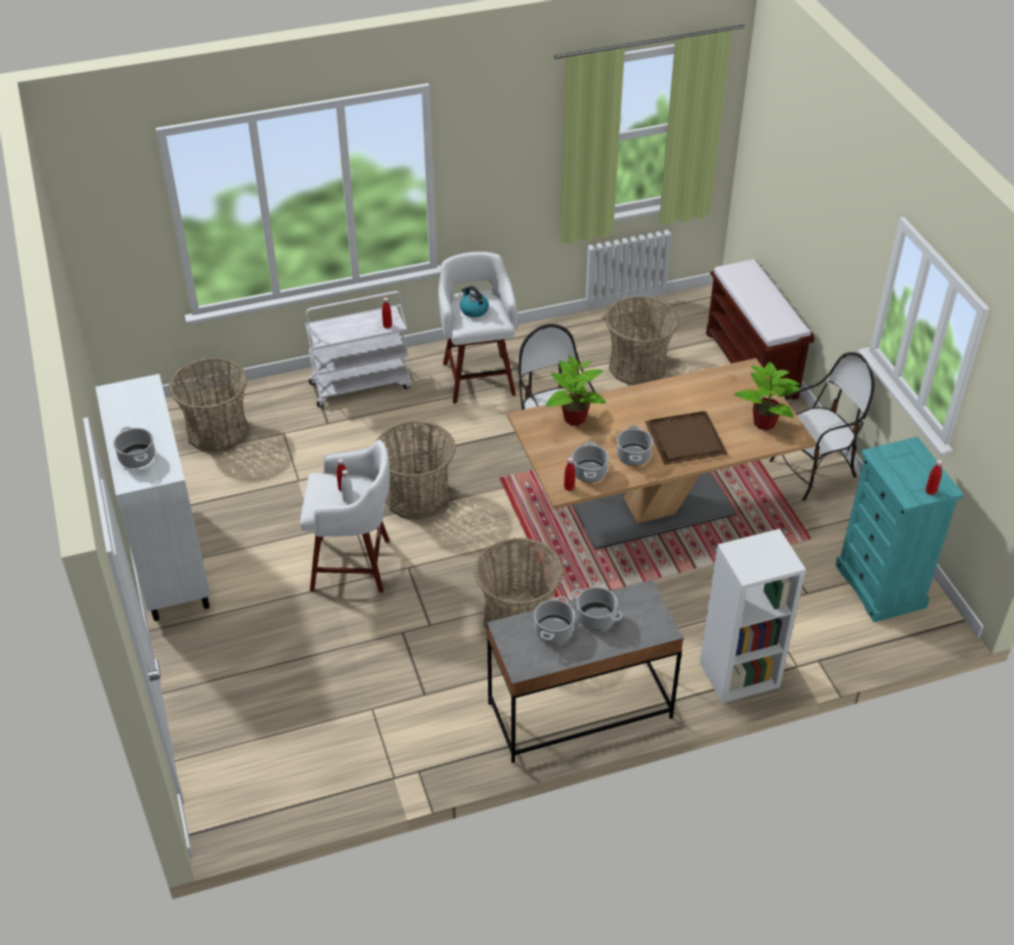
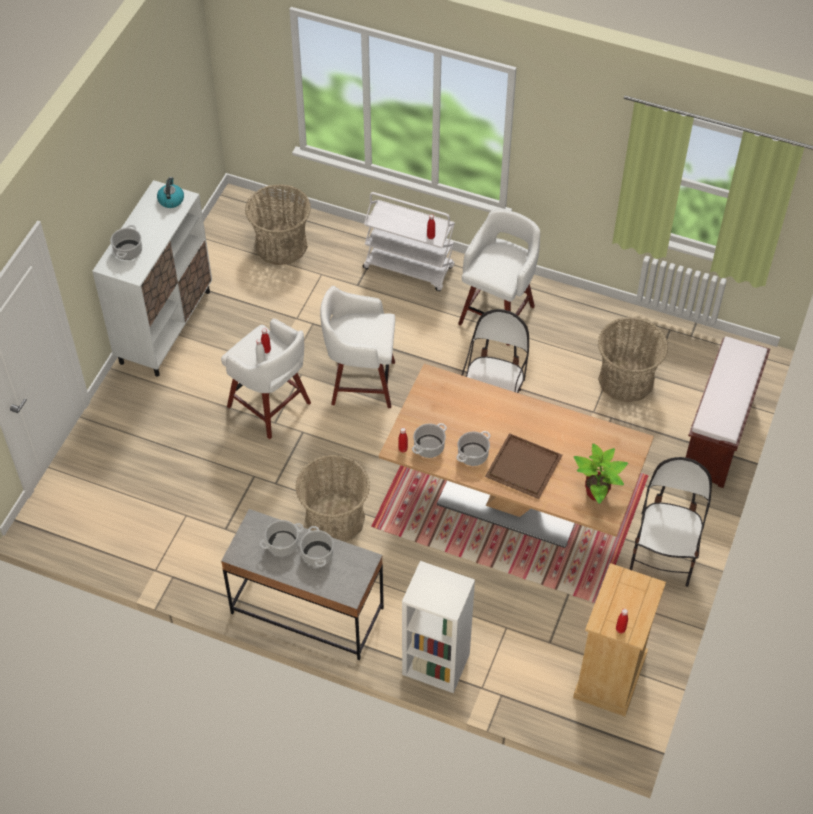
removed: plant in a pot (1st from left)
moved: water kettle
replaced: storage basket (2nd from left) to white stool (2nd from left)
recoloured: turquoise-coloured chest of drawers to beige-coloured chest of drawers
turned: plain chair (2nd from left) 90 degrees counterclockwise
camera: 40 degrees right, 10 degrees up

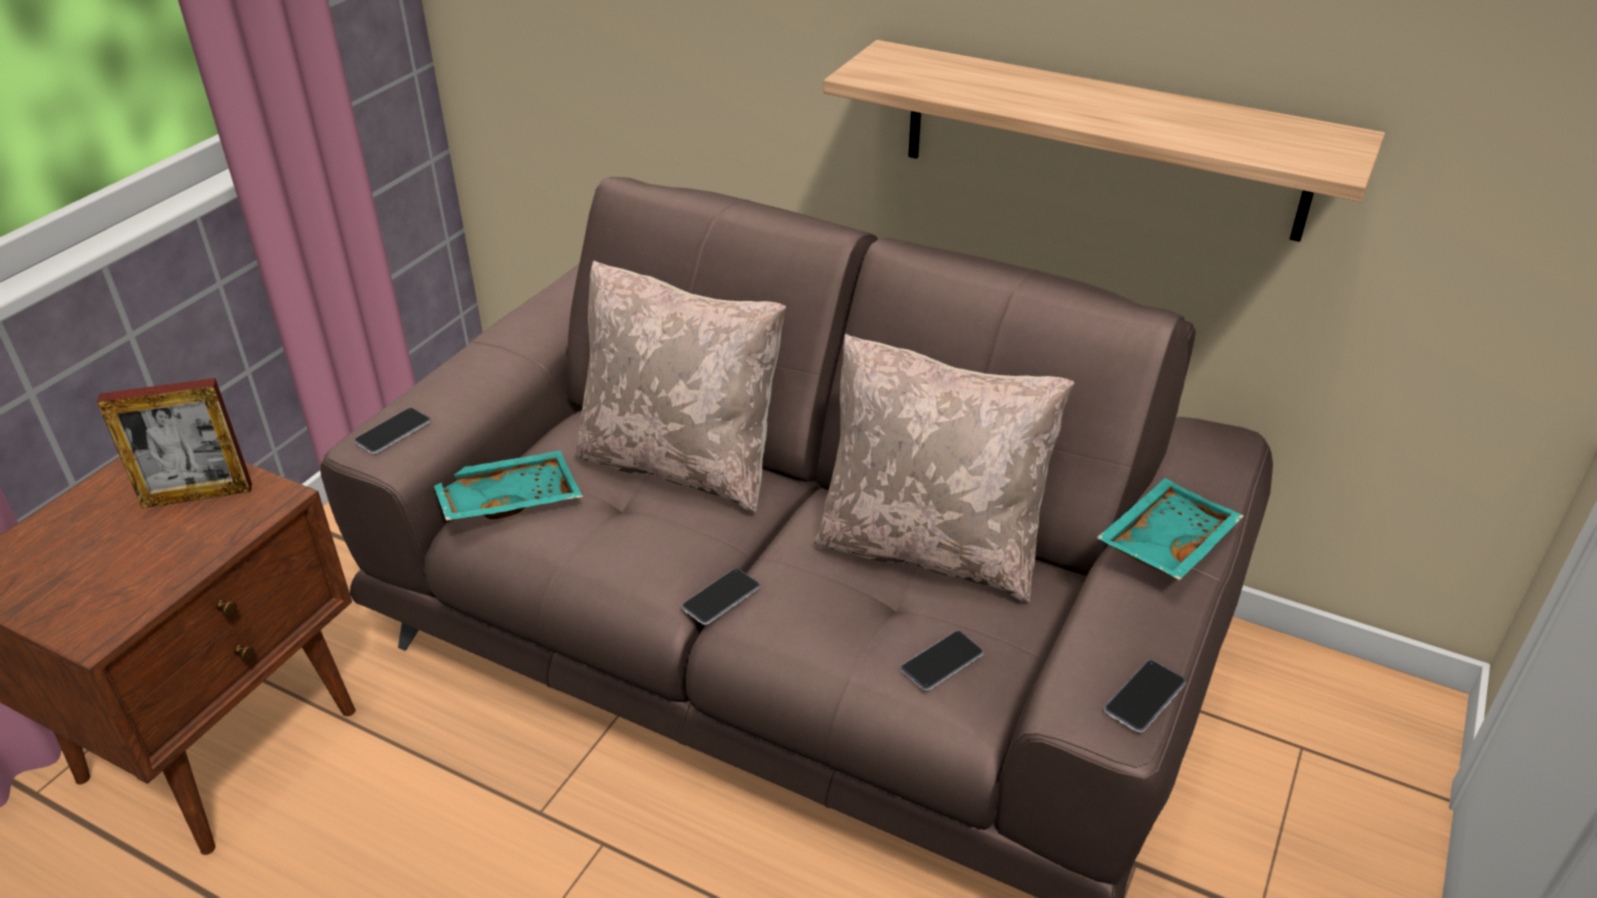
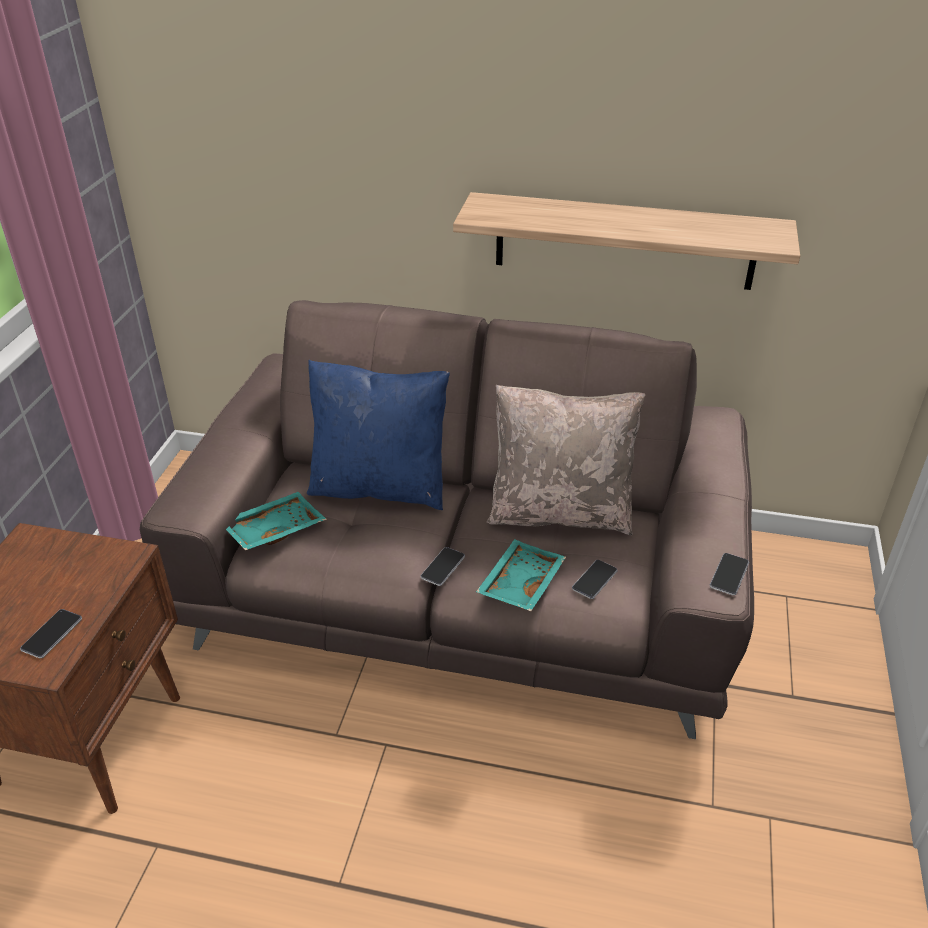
removed: standing frame
moved: telephone (1st from left); turquoise-coloured carrying tray (2nd from left)
recoloured: beige-coloured pillow (1st from left) to bluish pillow
camera: 15 degrees left, 0 degrees up

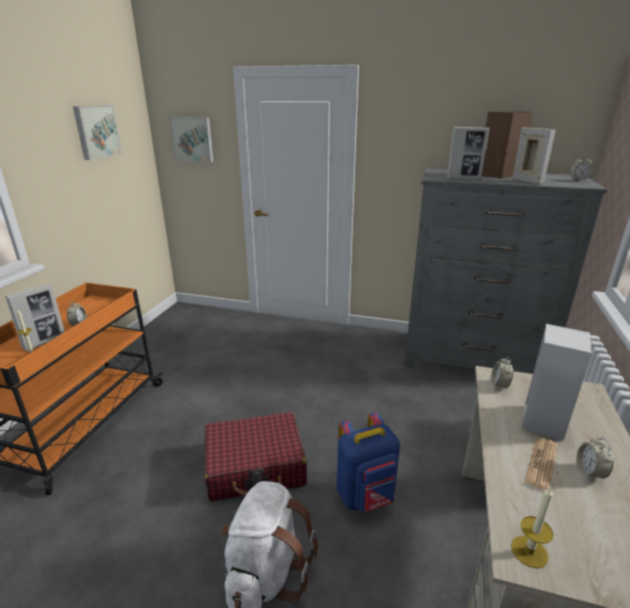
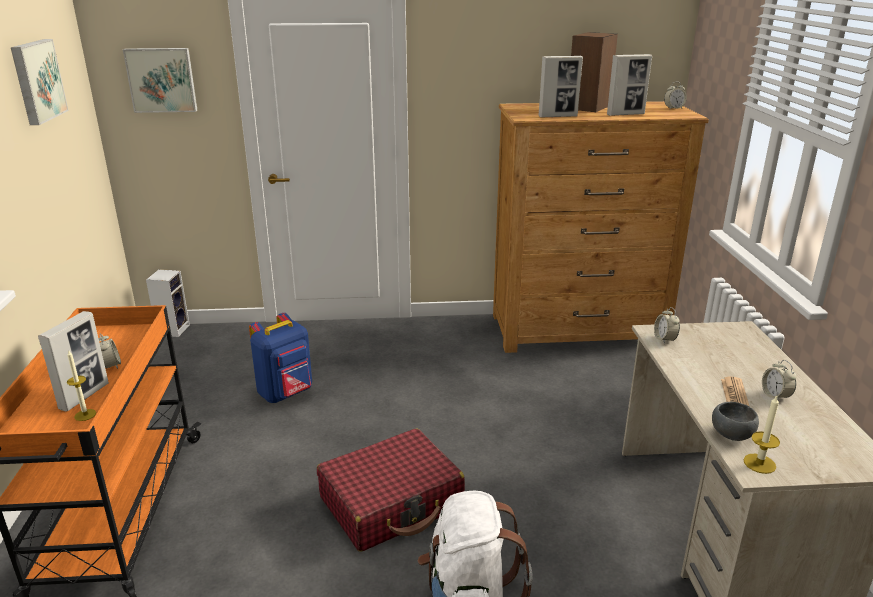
added: grey bowl
moved: bluish backpack; speaker (2nd from left in the first image) to speaker (1st from left)
recoloured: grey chest of drawers to brownish chest of drawers
turned: standing frame (3rd from left) 120 degrees clockwise
camera: 20 degrees left, 0 degrees up

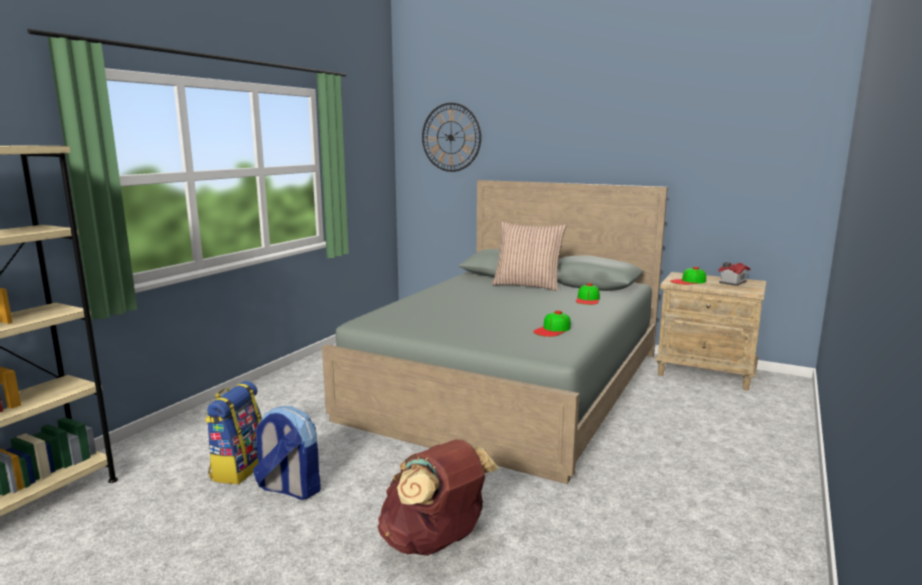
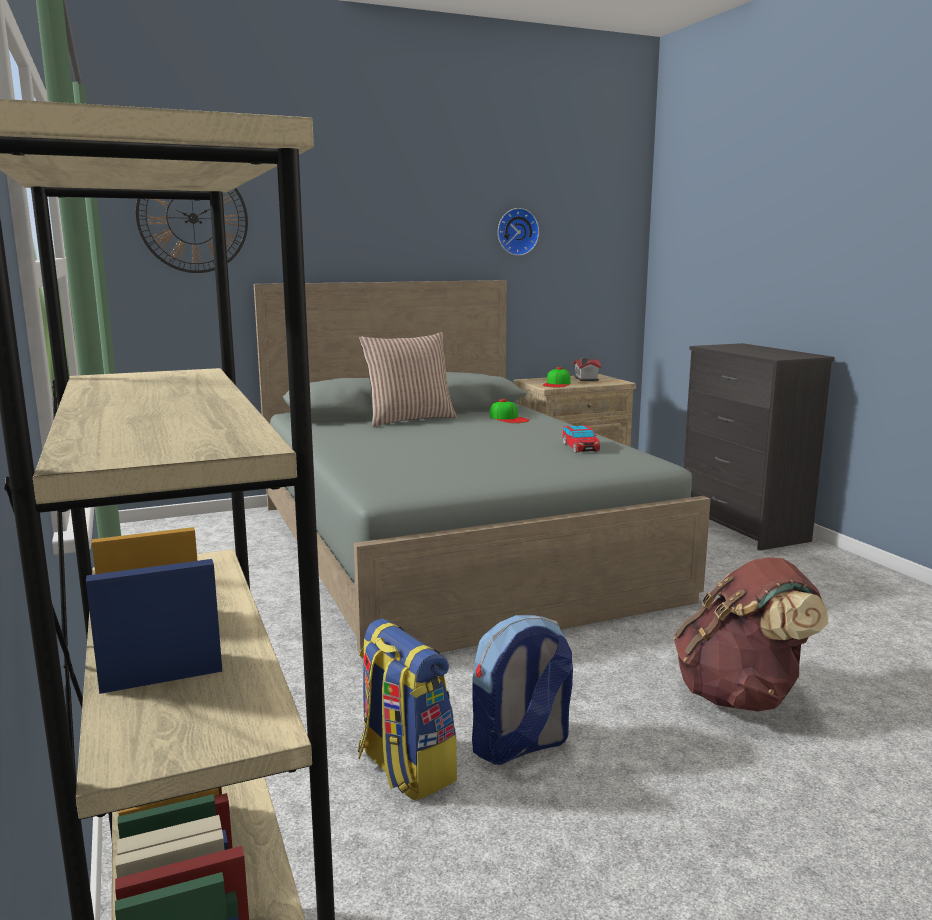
added: hanging clock (2nd from left); black chest of drawers
replaced: cap (1st from left) to toy car
camera: 50 degrees left, 0 degrees up

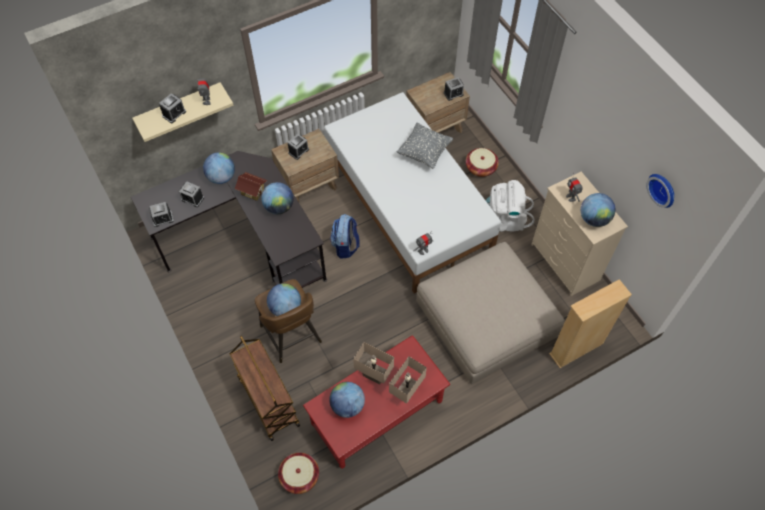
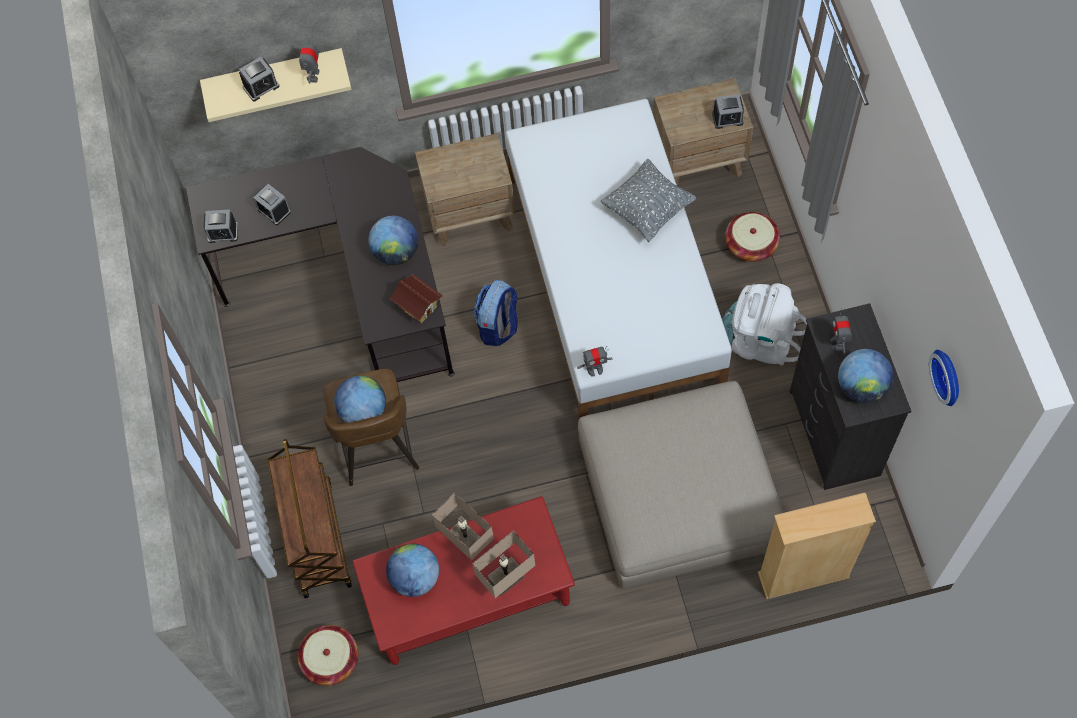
removed: desk globe (1st from left); table clock (4th from left)
moved: miniature house
recoloured: beige-coloured chest of drawers to black chest of drawers
camera: 20 degrees right, 5 degrees up

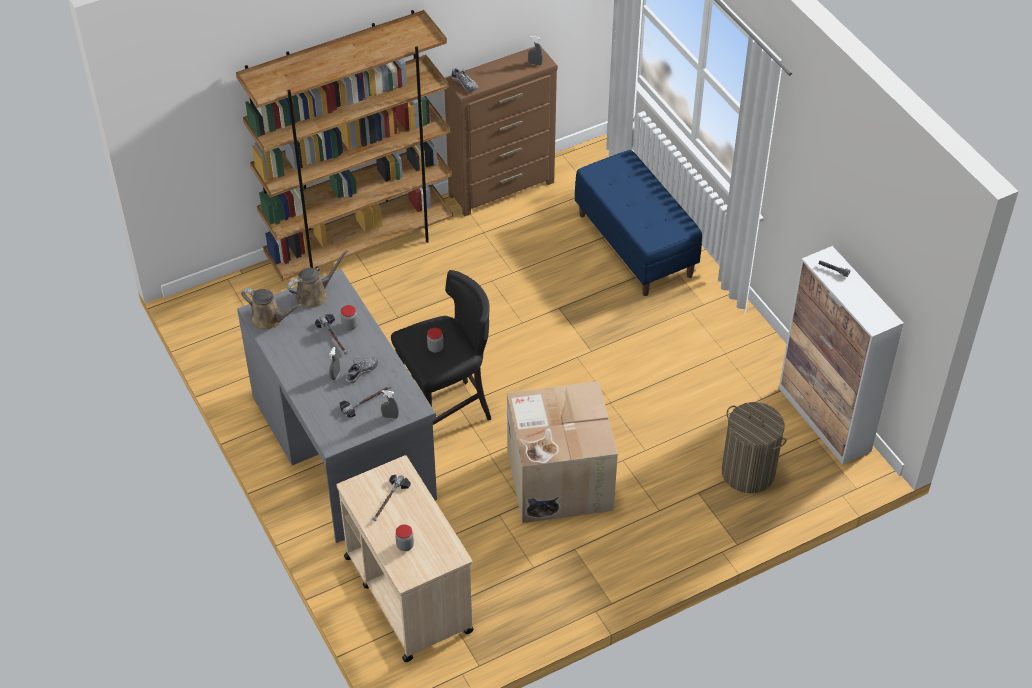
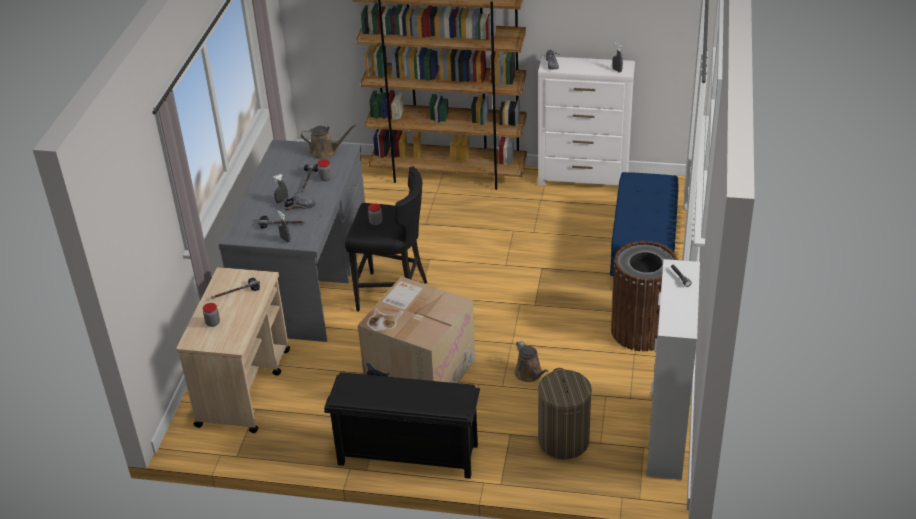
added: black shoe stand; brownish waste bin
moved: brownish watering can (1st from left in the first image) to brownish watering can (2nd from left)
recoloured: brownish chest of drawers to white chest of drawers
camera: 40 degrees right, 10 degrees down

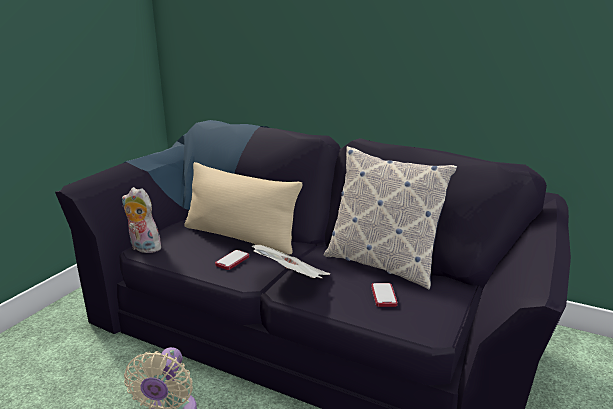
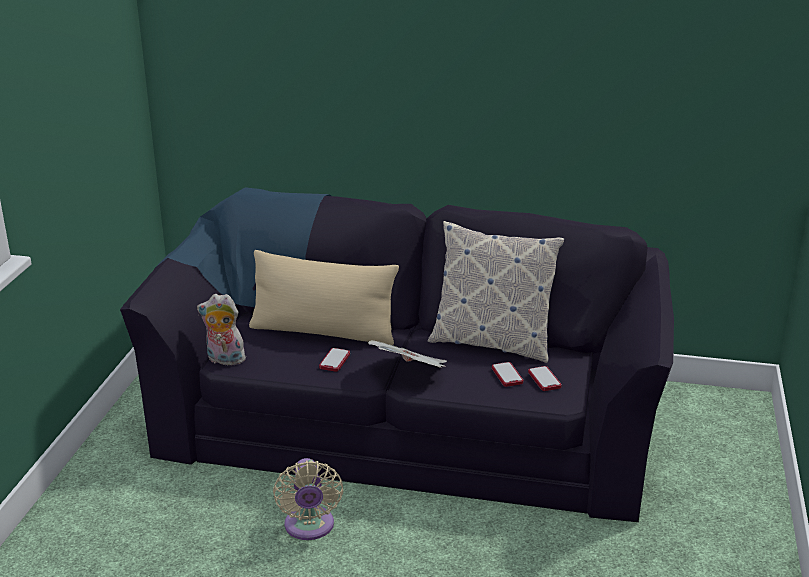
added: telephone (3rd from left)
camera: 15 degrees left, 5 degrees up

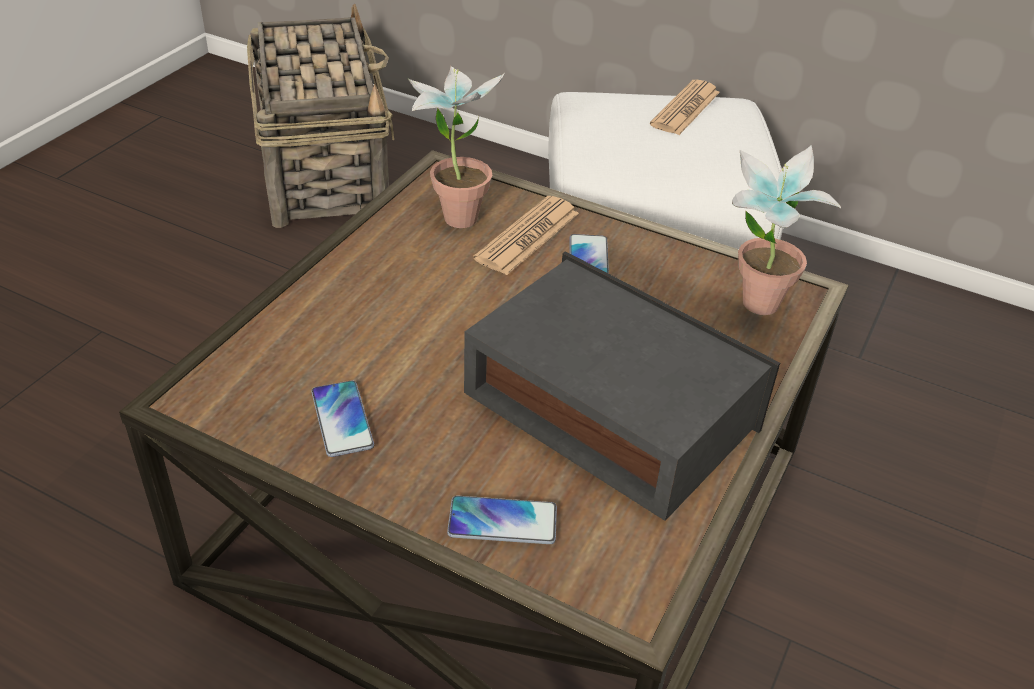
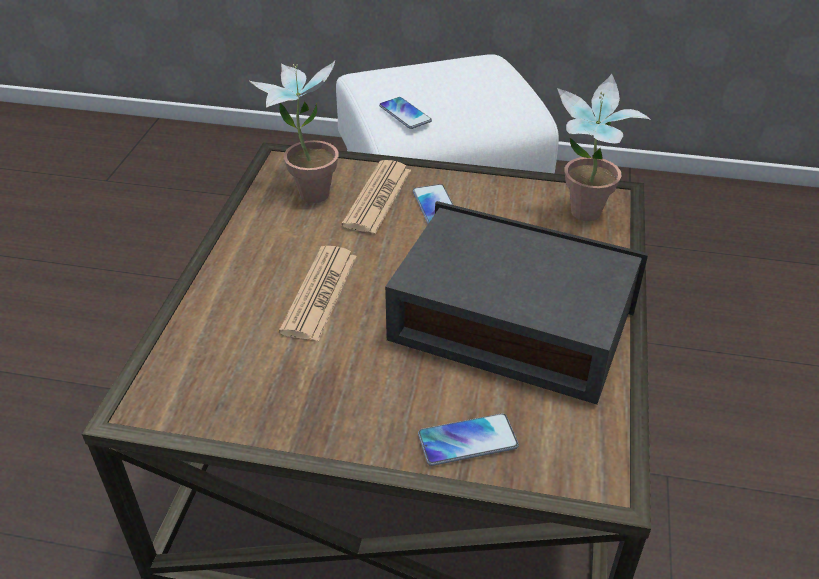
removed: storage basket
moved: telephone (1st from left); daily paper (2nd from left in the first image) to daily paper (1st from left)
camera: 15 degrees left, 0 degrees up

